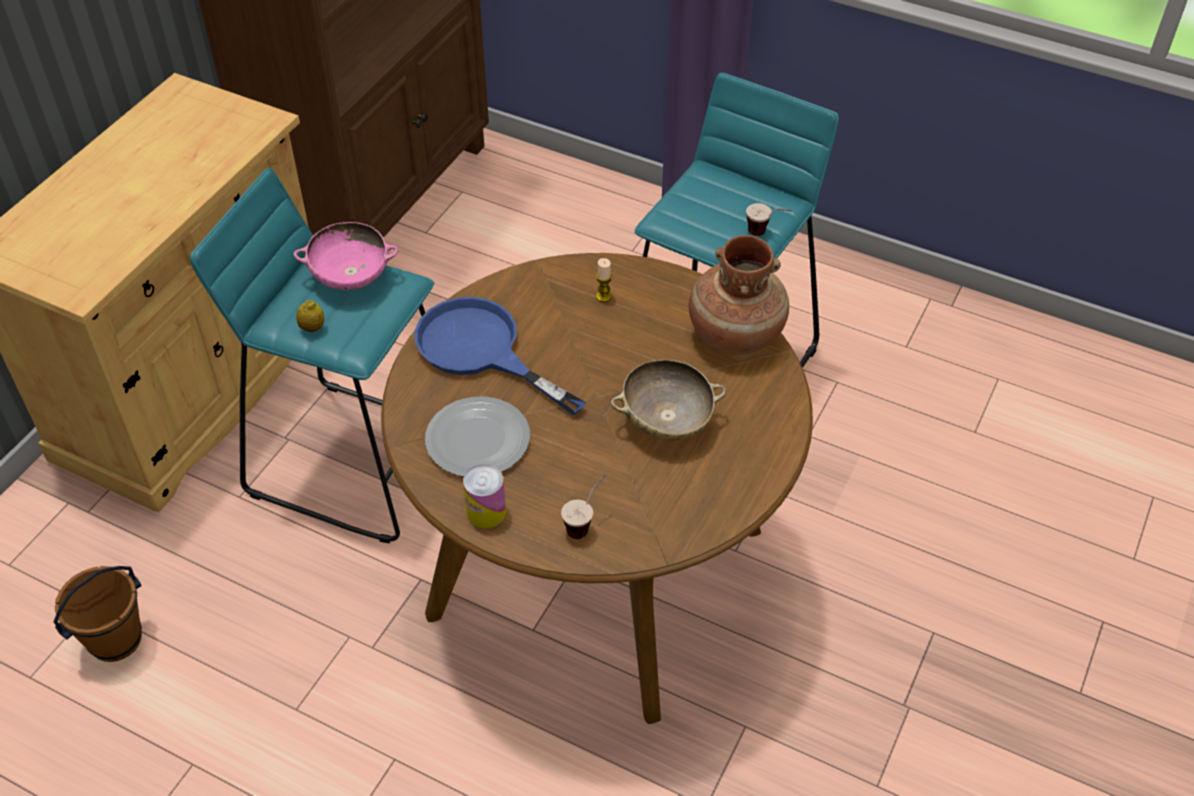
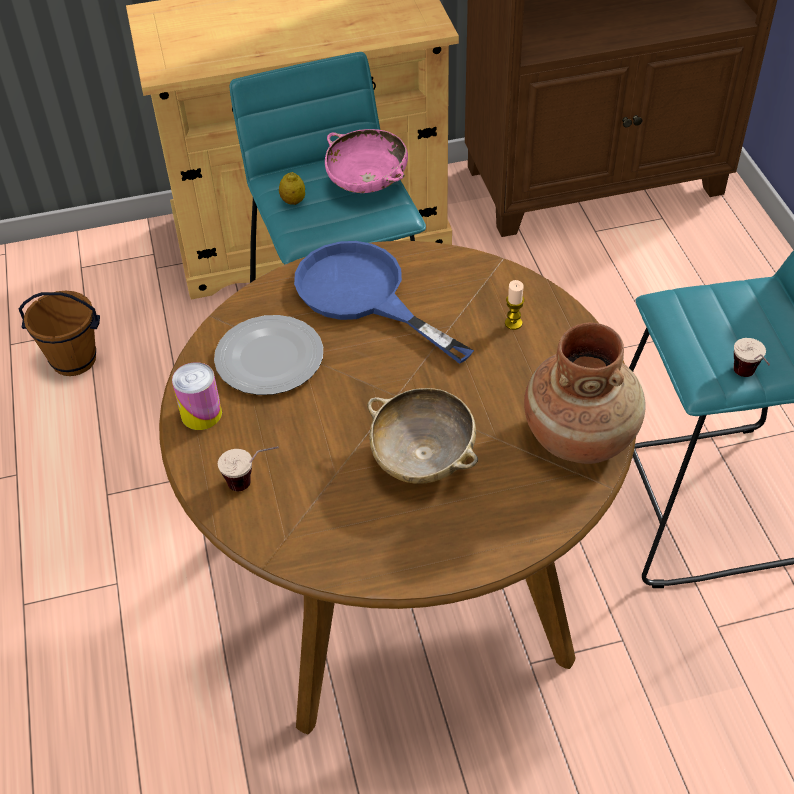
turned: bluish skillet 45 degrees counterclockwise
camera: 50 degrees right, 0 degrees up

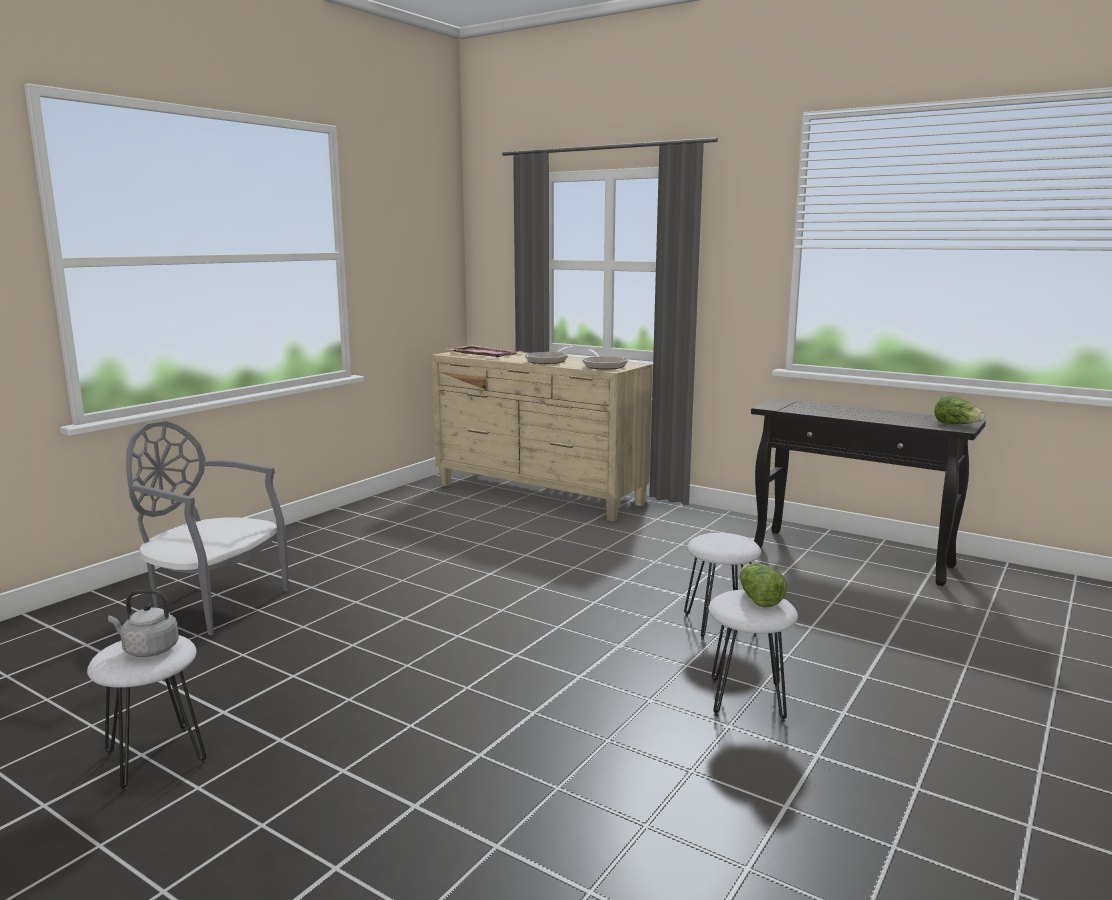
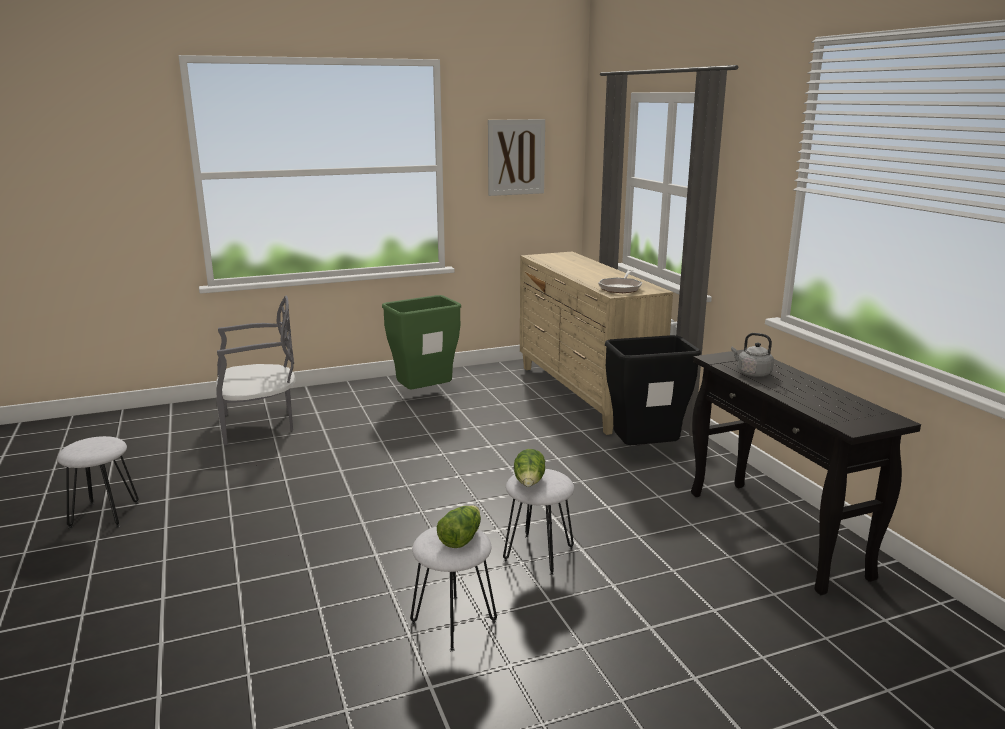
removed: pink carrying tray; skillet (1st from left)
added: green-coloured waste bin; wall picture; black waste bin
moved: grey water kettle; head of lettuce (2nd from left)
turned: grey plain chair 105 degrees clockwise
camera: 35 degrees right, 5 degrees up

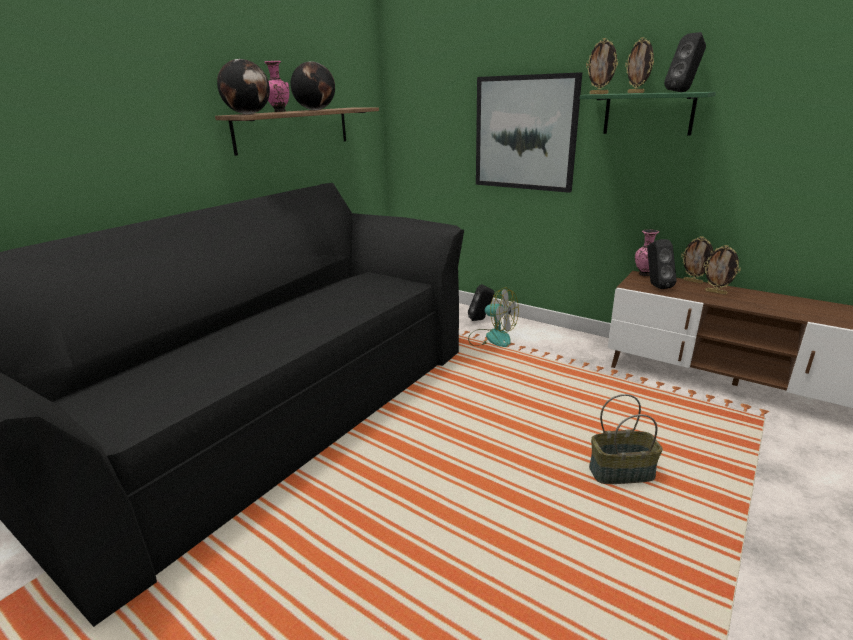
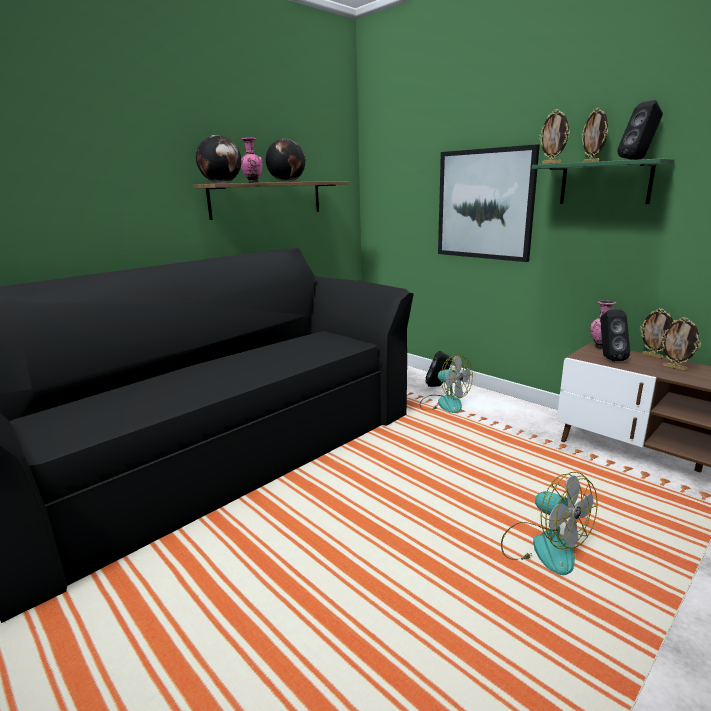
replaced: storage basket to cooling fan (2nd from left)
camera: 10 degrees right, 5 degrees down

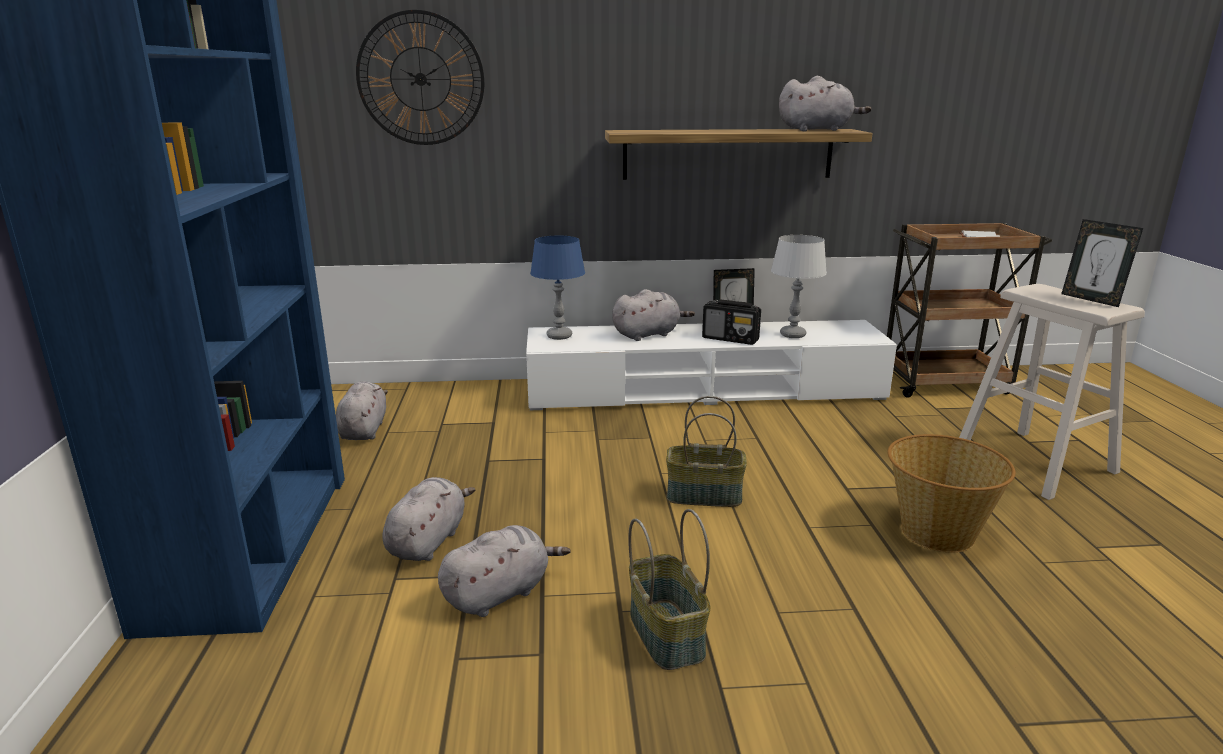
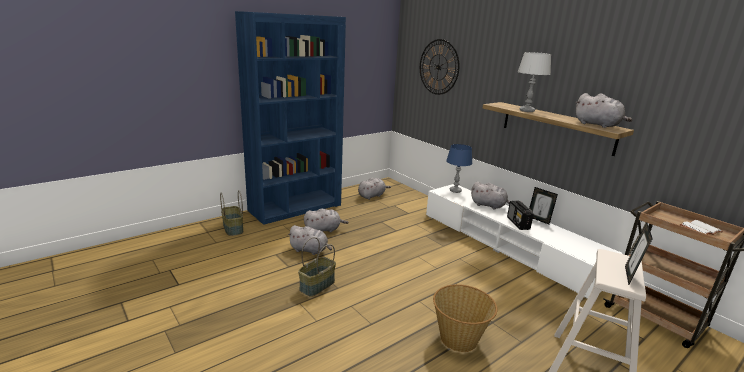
moved: storage basket (2nd from left in the first image) to storage basket (1st from left); grey tabletop lamp
camera: 55 degrees right, 0 degrees up

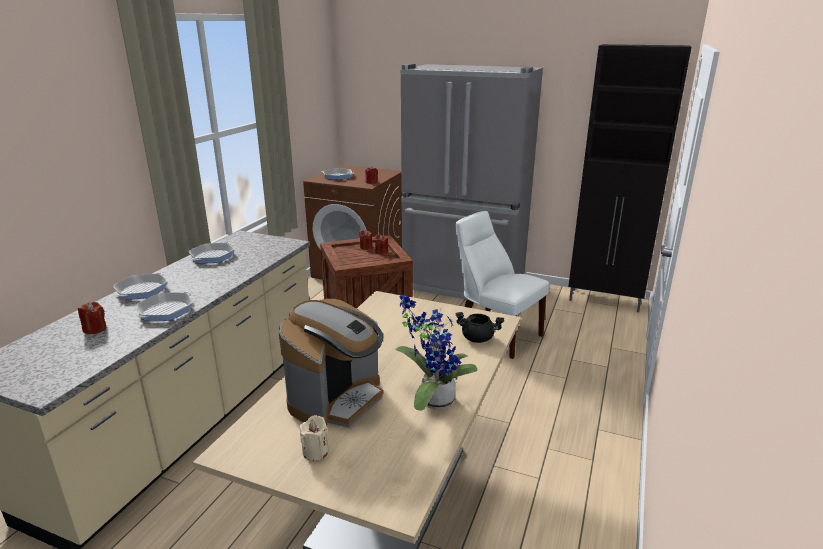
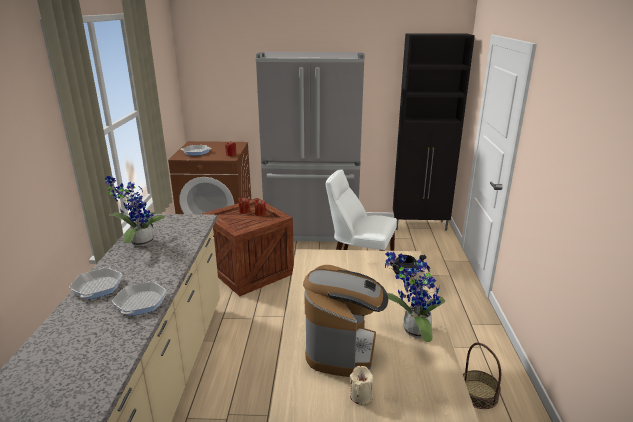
removed: red-coloured candle (1st from left)
added: storage basket
replaced: skillet (3rd from left) to plant in a pot (1st from left)
camera: 20 degrees left, 0 degrees up

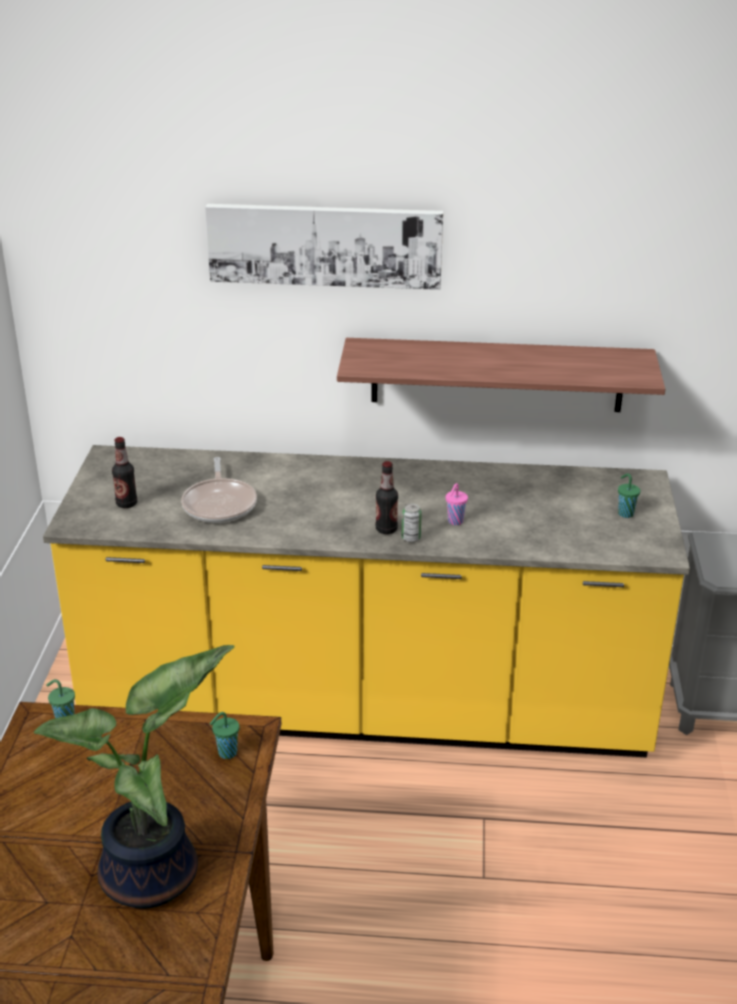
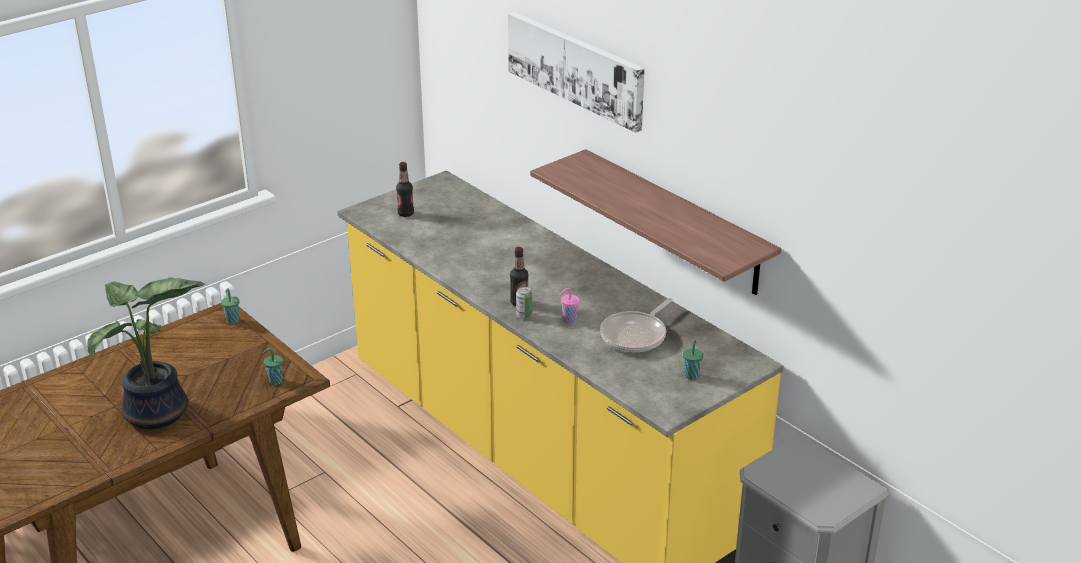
moved: skillet
camera: 45 degrees right, 0 degrees up

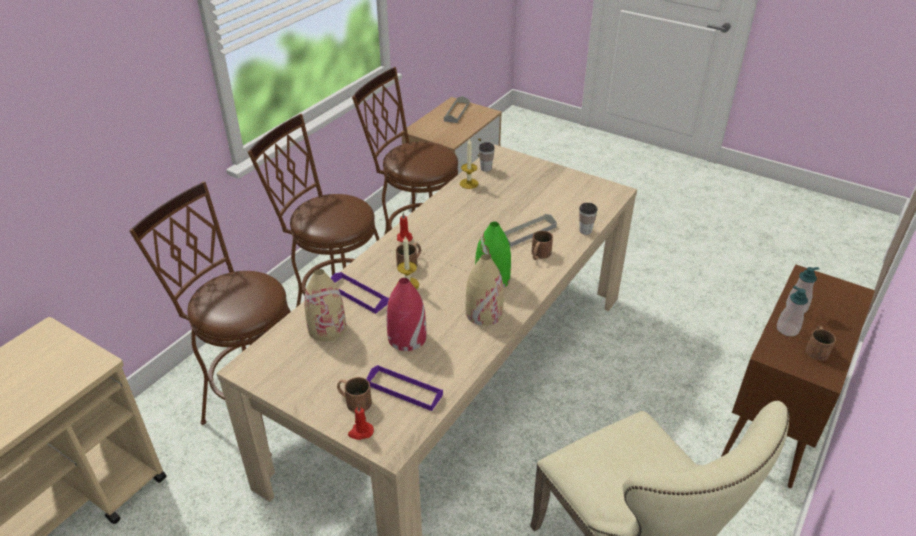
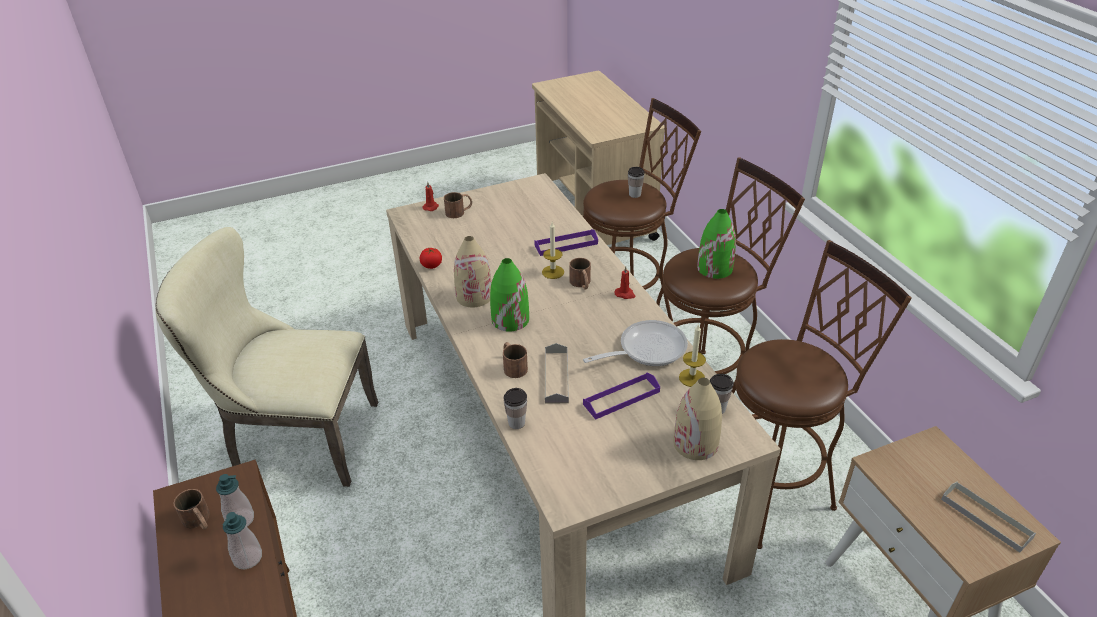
removed: red-coloured decorative vase
added: tomato; skillet; cup (2nd from left); green-coloured decorative vase (2nd from left)
moved: beige-coloured decorative vase (1st from left in the first image) to beige-coloured decorative vase (2nd from left); purple-coloured carrying tray (2nd from left)
camera: 125 degrees right, 0 degrees up

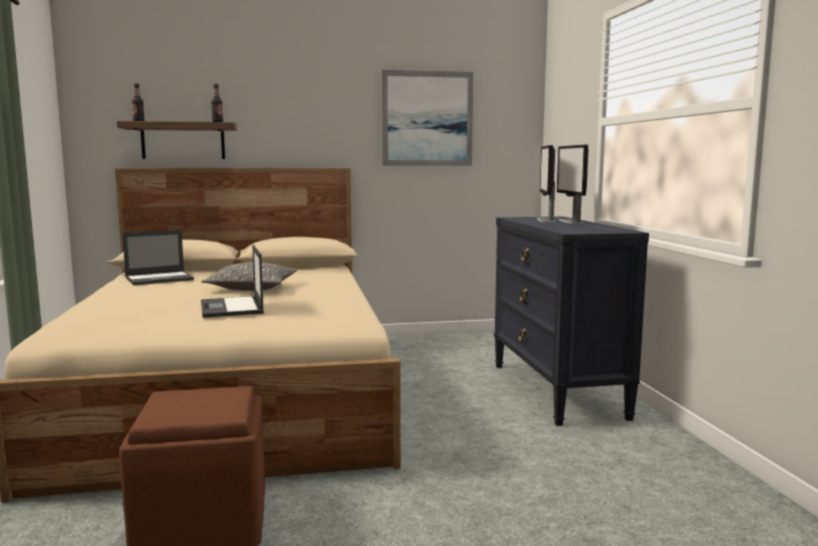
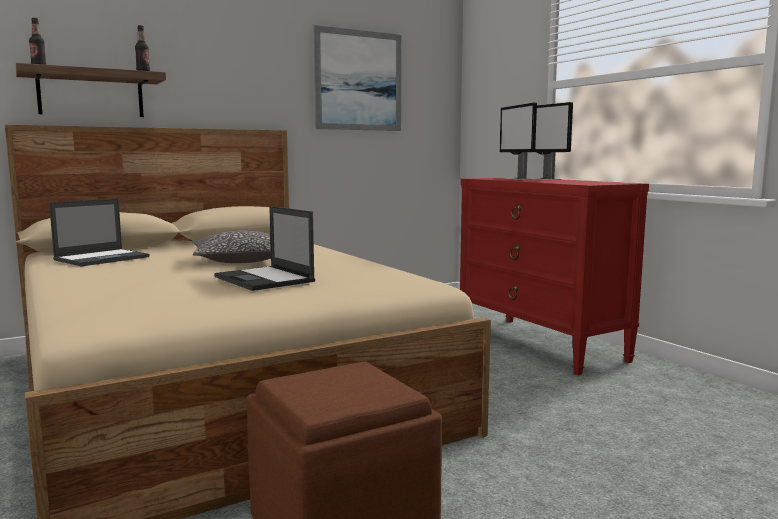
recoloured: black chest of drawers to red-coloured chest of drawers
camera: 20 degrees left, 0 degrees up

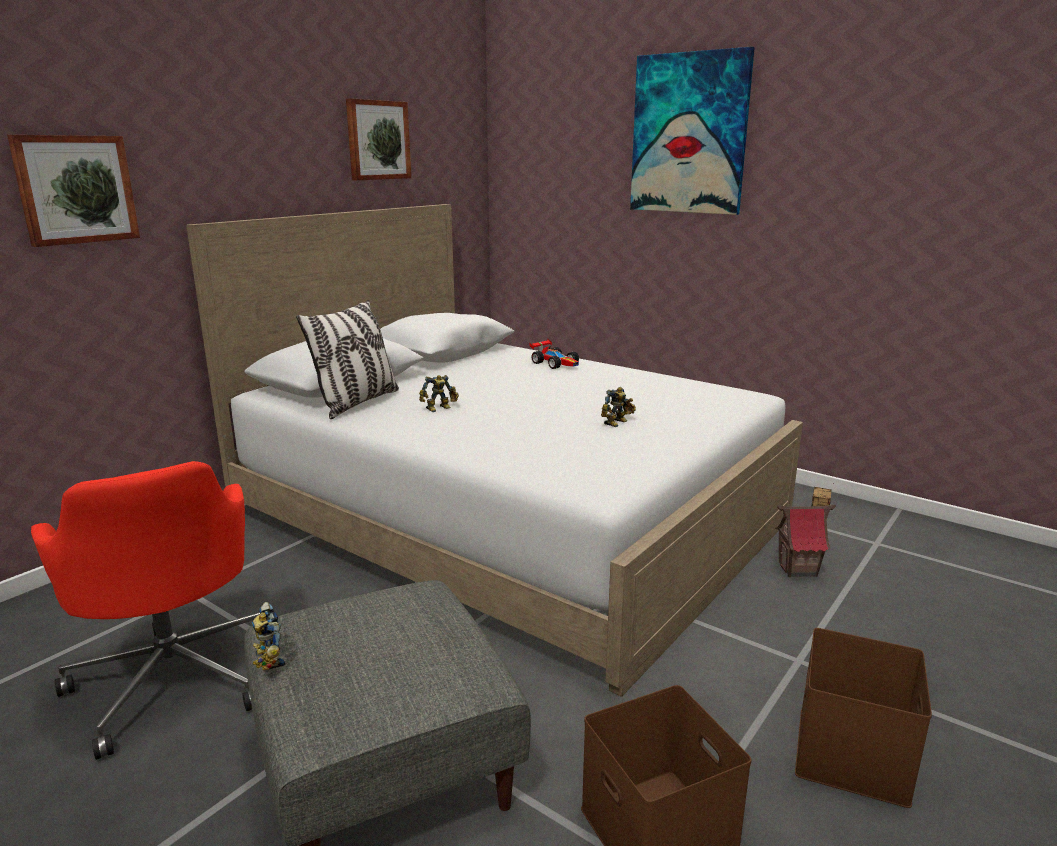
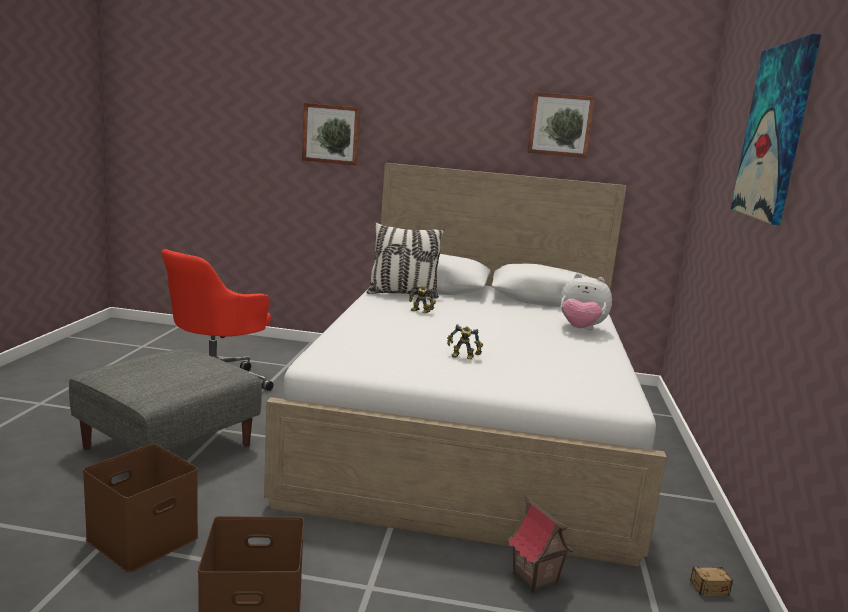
removed: robot figure (1st from left)
replaced: toy car to plush toy
camera: 60 degrees right, 5 degrees down

